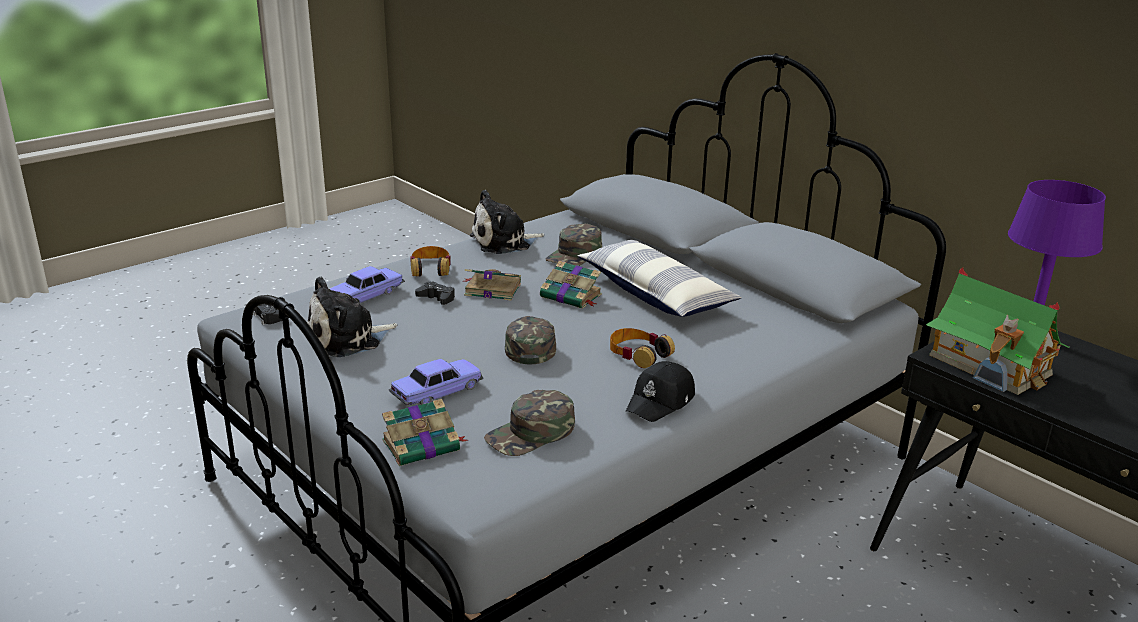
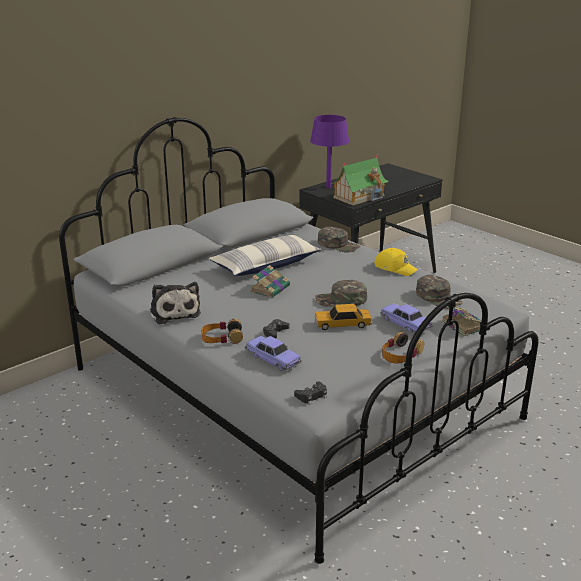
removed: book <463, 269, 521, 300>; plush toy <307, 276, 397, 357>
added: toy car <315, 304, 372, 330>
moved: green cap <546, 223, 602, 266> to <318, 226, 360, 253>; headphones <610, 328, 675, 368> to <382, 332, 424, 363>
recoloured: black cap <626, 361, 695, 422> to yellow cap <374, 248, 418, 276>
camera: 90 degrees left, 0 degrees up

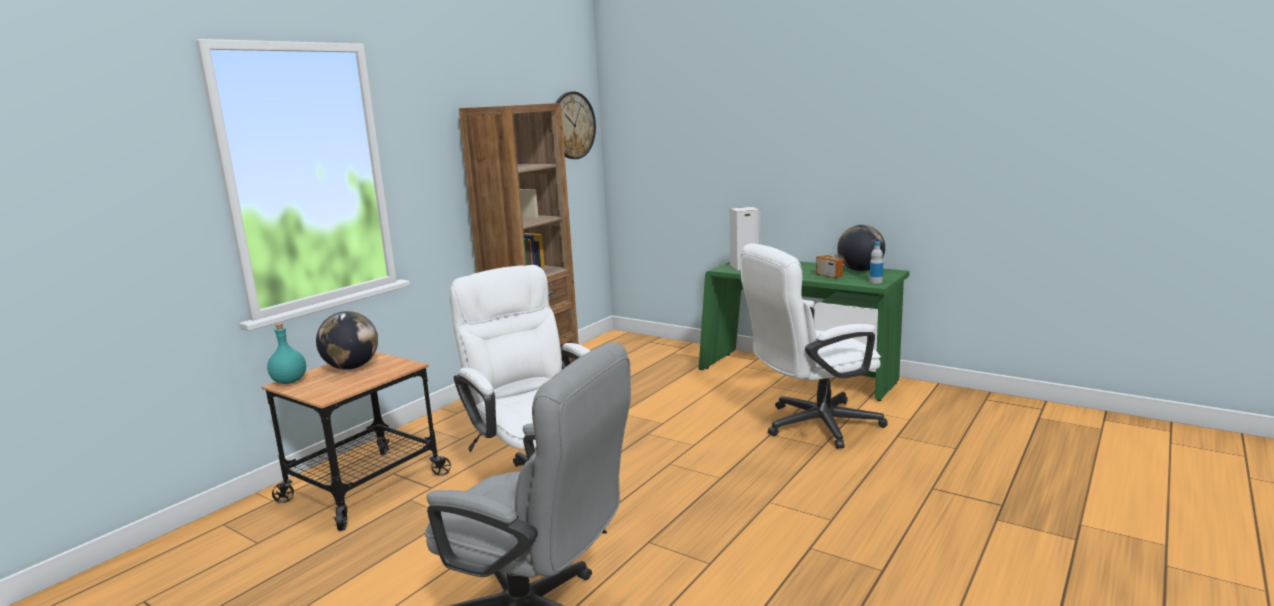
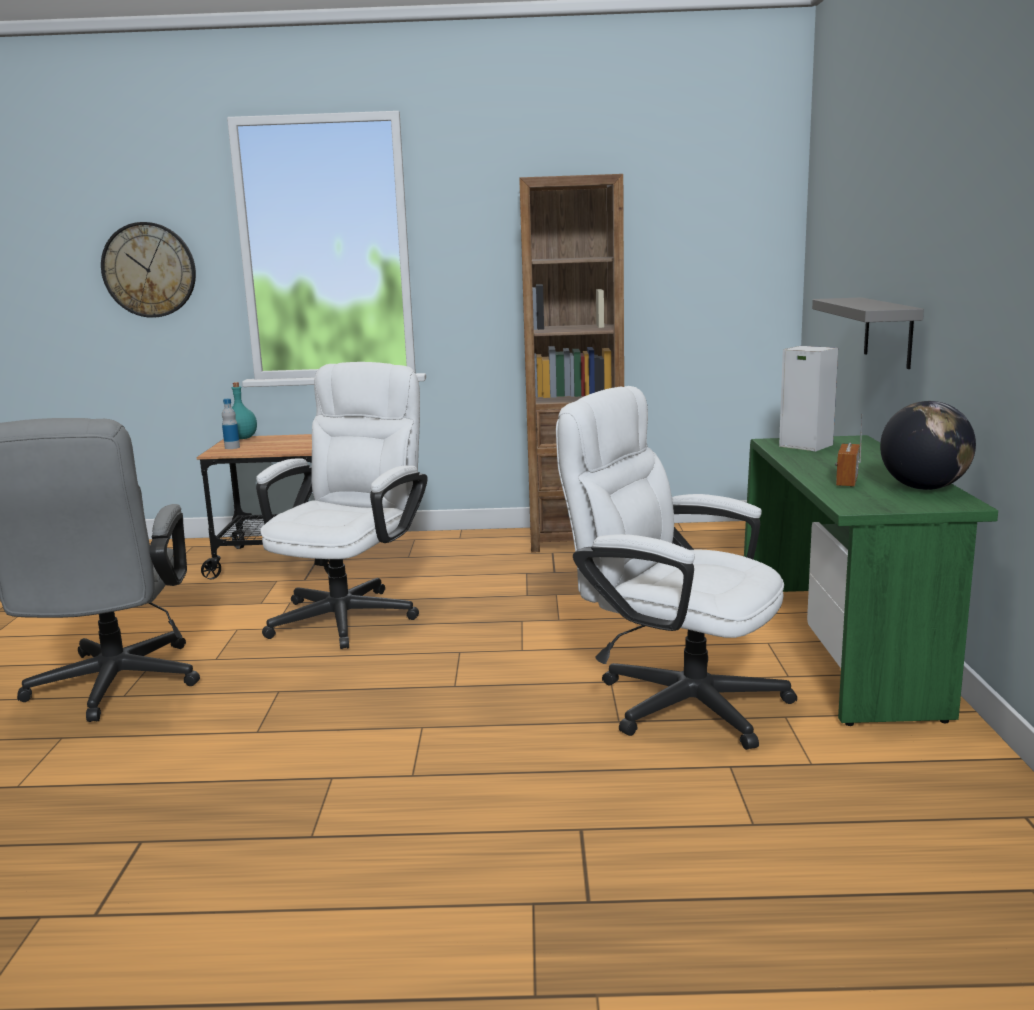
removed: globe <316, 311, 378, 370>
added: grey shelf <812, 297, 924, 369>
moved: wall clock <556, 92, 596, 159> to <101, 222, 196, 318>; bottle <870, 241, 883, 284> to <222, 399, 240, 449>
camera: 55 degrees right, 0 degrees up

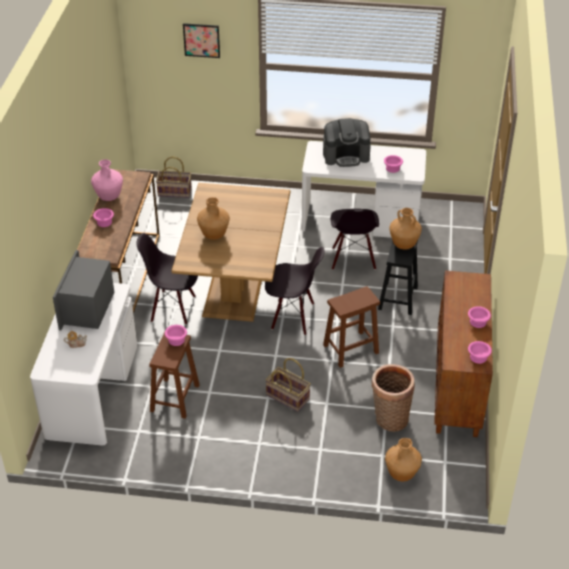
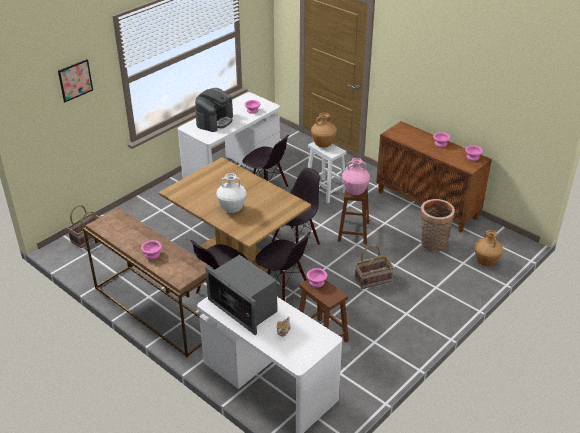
added: black chair <255, 231, 311, 301>
moved: pink vase <91, 159, 123, 201> to <342, 158, 370, 195>
recoloured: brown vase <197, 197, 230, 240> to white vase <216, 173, 246, 213>; black stool <378, 240, 418, 315> to white stool <307, 142, 346, 203>
camera: 55 degrees left, 5 degrees down

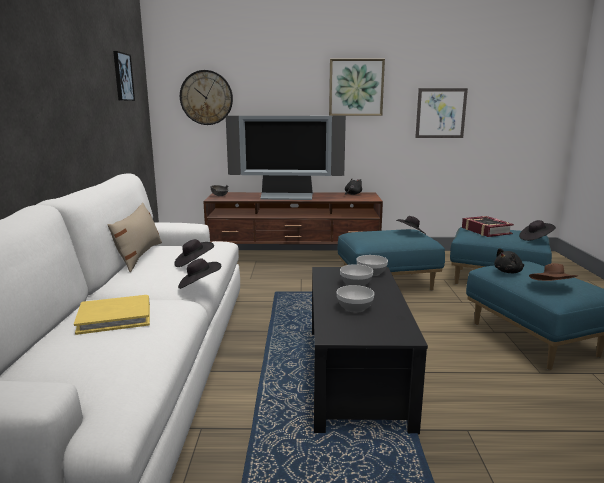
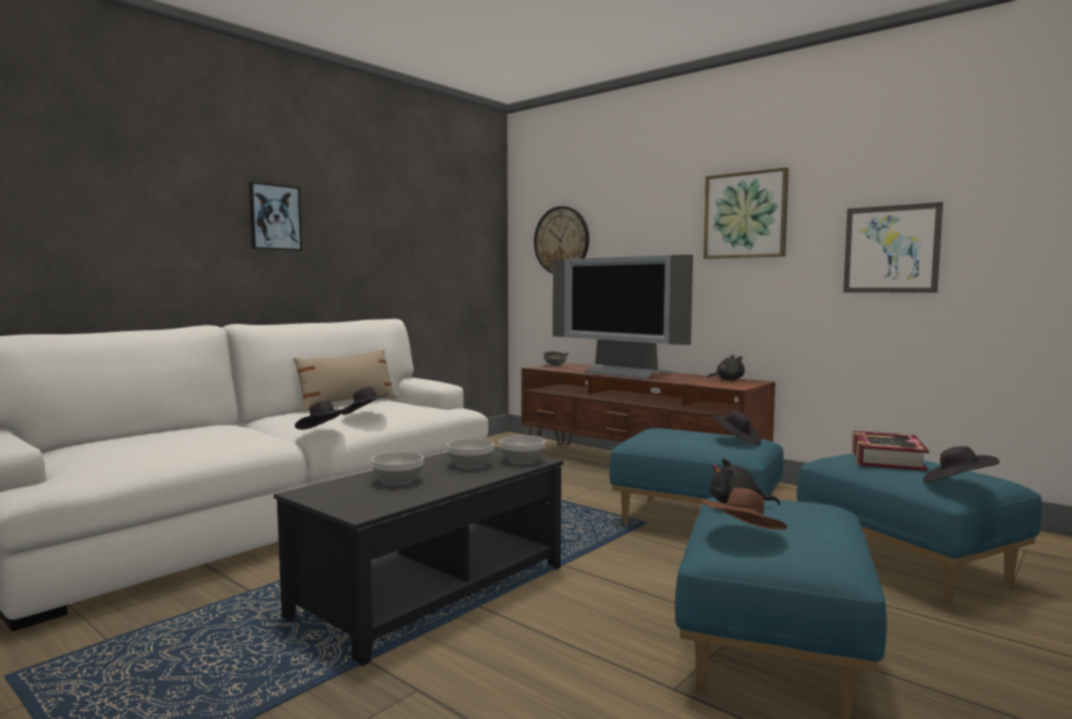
removed: yellow book <74, 295, 150, 335>
moved: picture <113, 51, 135, 101> to <249, 181, 302, 251>
camera: 40 degrees right, 10 degrees down

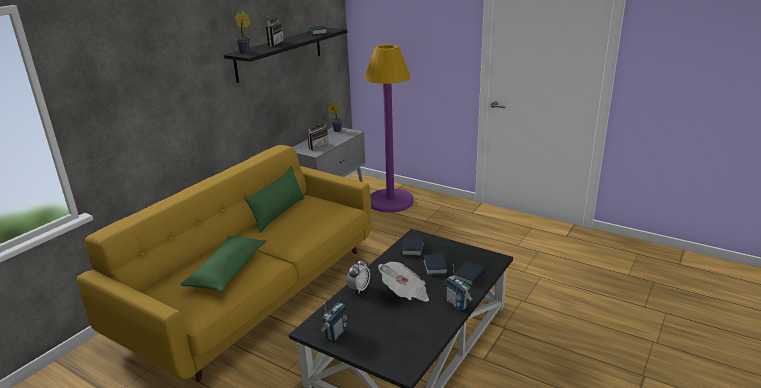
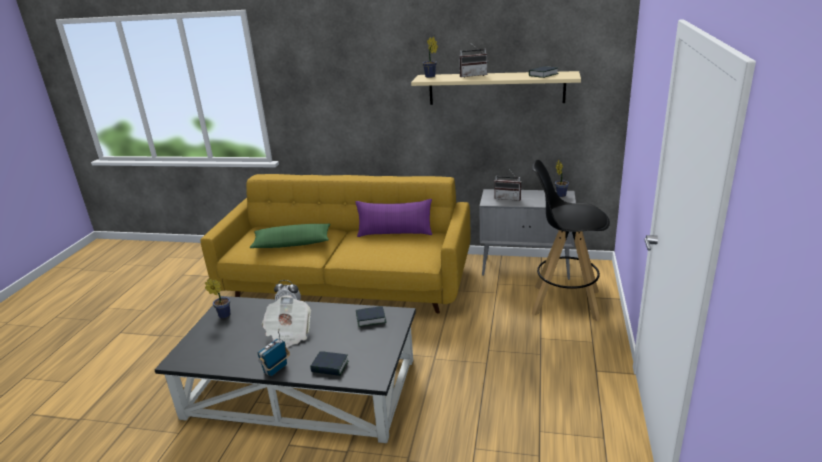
removed: book <423, 254, 448, 276>
replaced: purple floor lamp <364, 44, 413, 213> to black stool <532, 160, 610, 321>; radio <321, 302, 347, 341> to potted plant <205, 279, 230, 319>
recoloured: black shelf <224, 28, 347, 83> to beige shelf <411, 71, 581, 105>; green pillow <244, 166, 305, 233> to purple pillow <356, 199, 432, 237>
camera: 70 degrees right, 0 degrees up

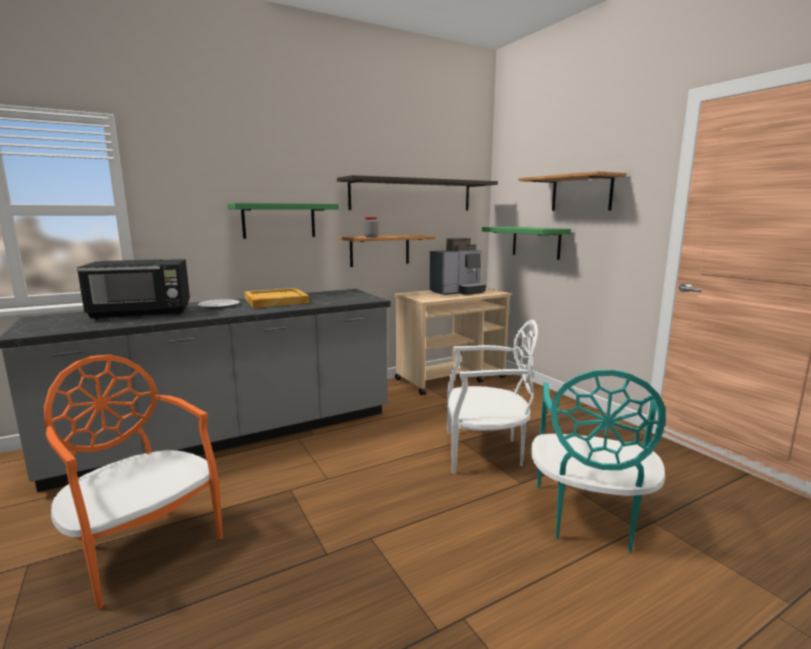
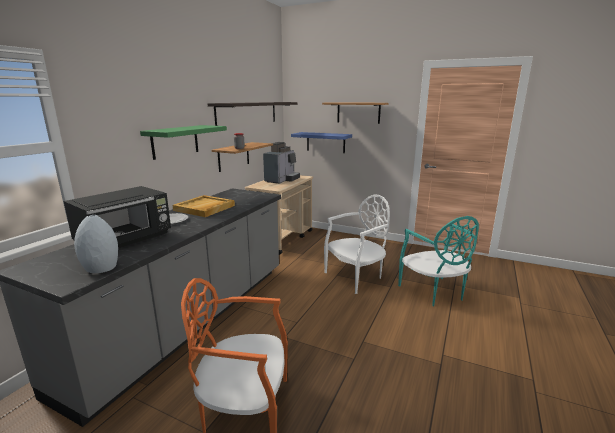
added: grey vase <74, 215, 118, 273>
recoloured: green shelf <482, 227, 571, 260> to blue shelf <291, 132, 352, 153>
camera: 35 degrees left, 5 degrees up

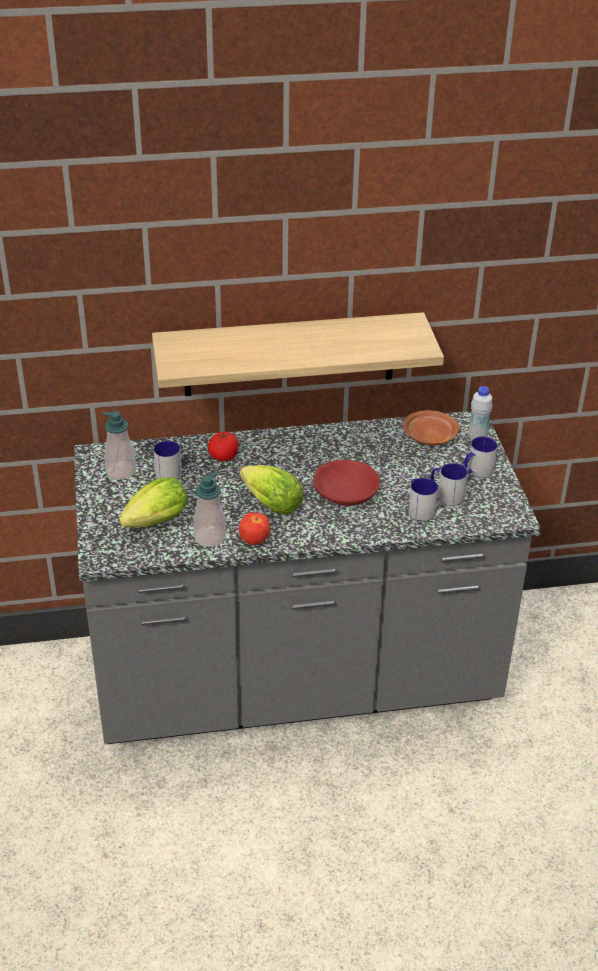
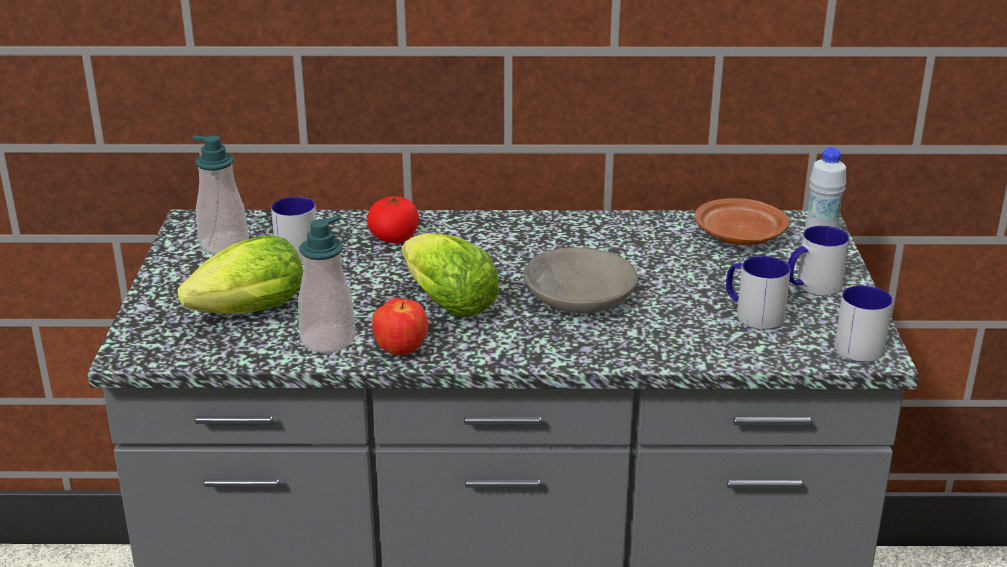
removed: shelf <152, 312, 444, 396>
moved: mug <409, 478, 438, 521> to <835, 285, 893, 362>
recoloured: red bowl <313, 460, 380, 506> to grey bowl <523, 247, 638, 314>
camera: 10 degrees right, 10 degrees down

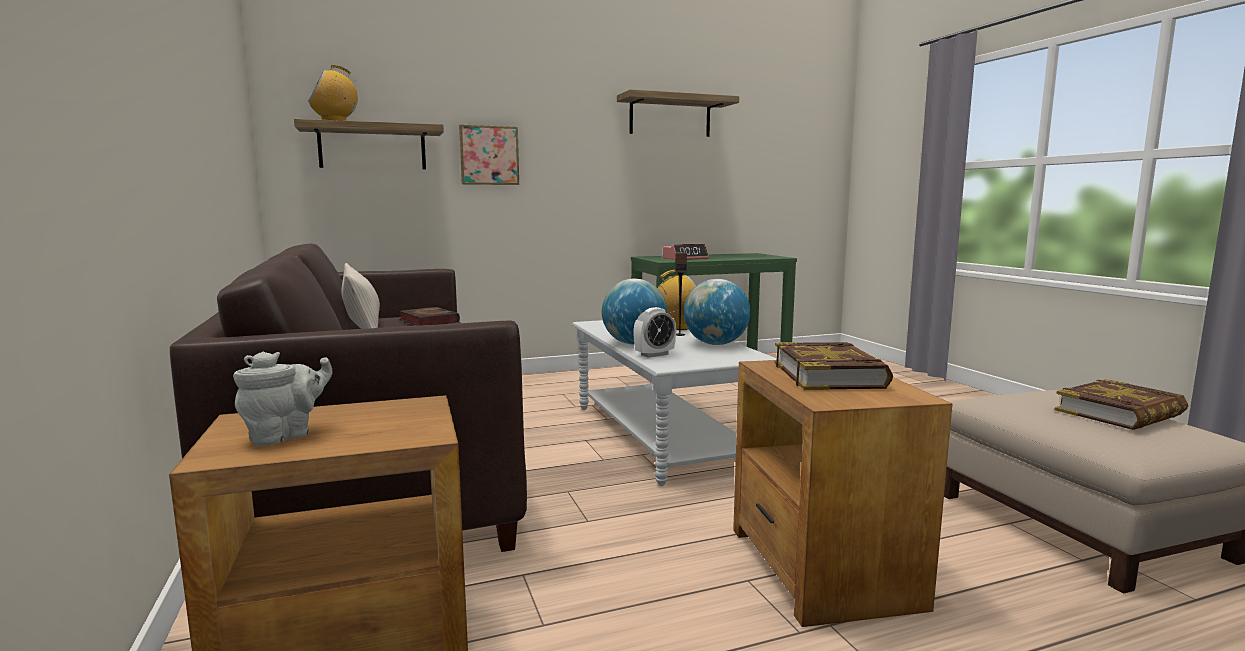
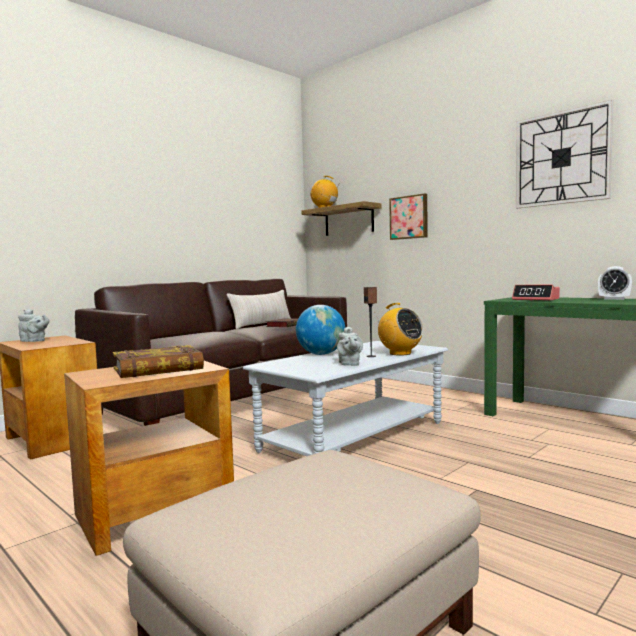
removed: book <1055, 379, 1188, 430>
moved: alarm clock <634, 307, 676, 358> to <598, 266, 632, 300>
replaced: shelf <617, 89, 739, 137> to wall clock <516, 100, 613, 208>; globe <684, 279, 750, 345> to grey teapot <337, 327, 363, 366>
camera: 65 degrees right, 5 degrees down

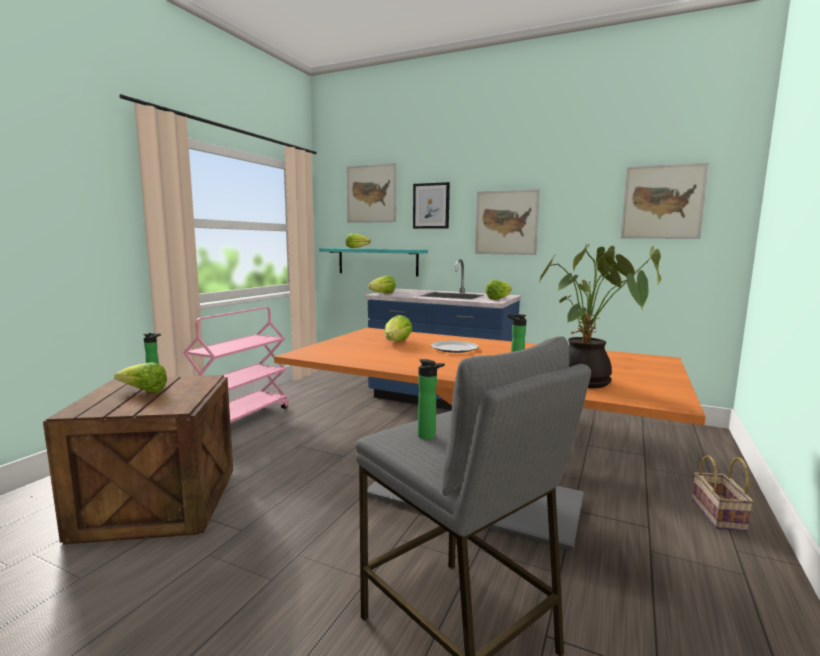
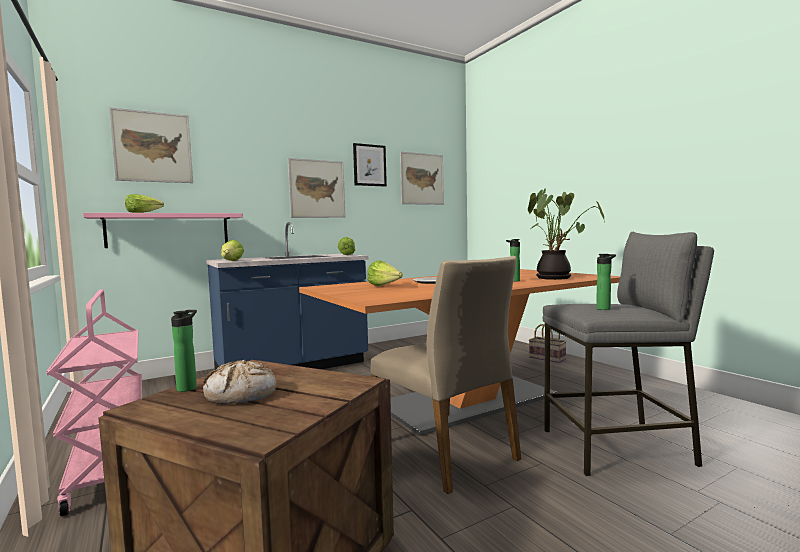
added: beige chair <371, 256, 521, 494>
moved: picture <413, 182, 450, 229> to <353, 143, 387, 187>
replaced: lettuce <114, 362, 167, 393> to bread <203, 360, 277, 404>
recoloured: turquoise shelf <319, 248, 428, 276> to pink shelf <83, 213, 243, 248>
camera: 55 degrees left, 5 degrees down

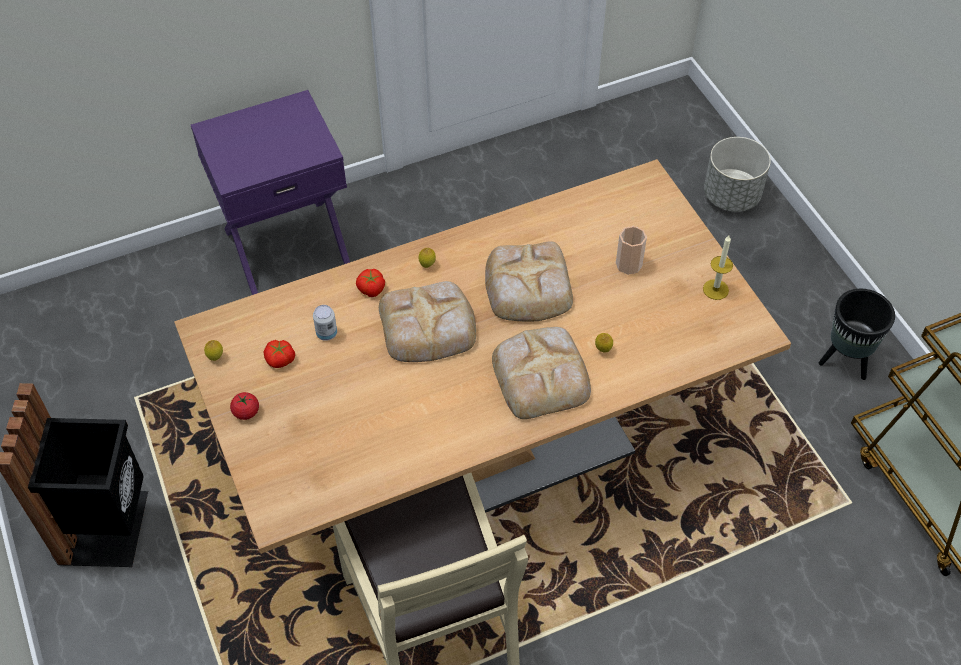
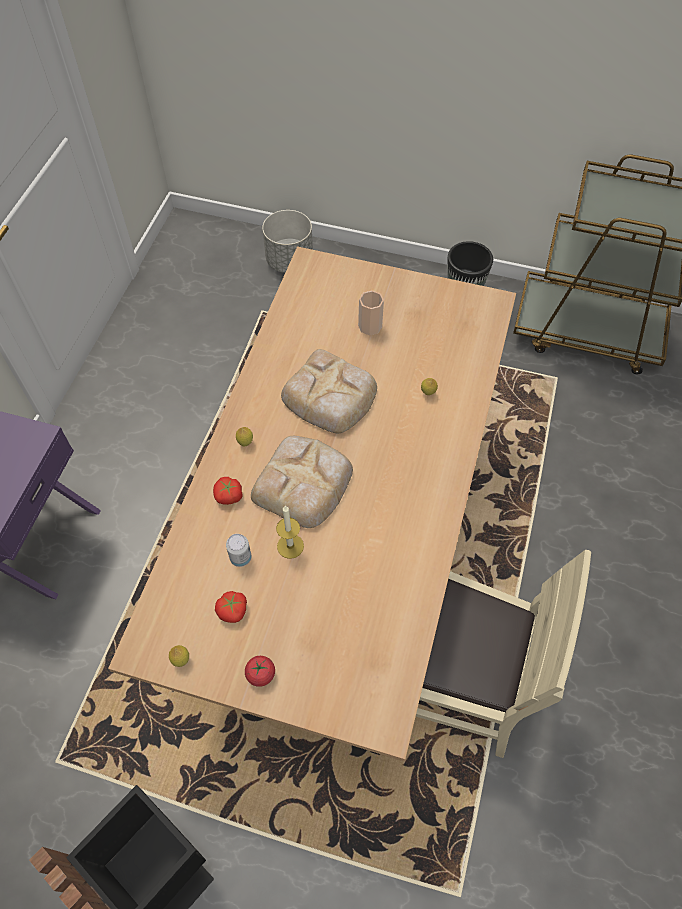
removed: bread <492, 327, 591, 419>
moved: candle <703, 236, 733, 300> to <276, 506, 304, 559>
camera: 50 degrees left, 5 degrees up

